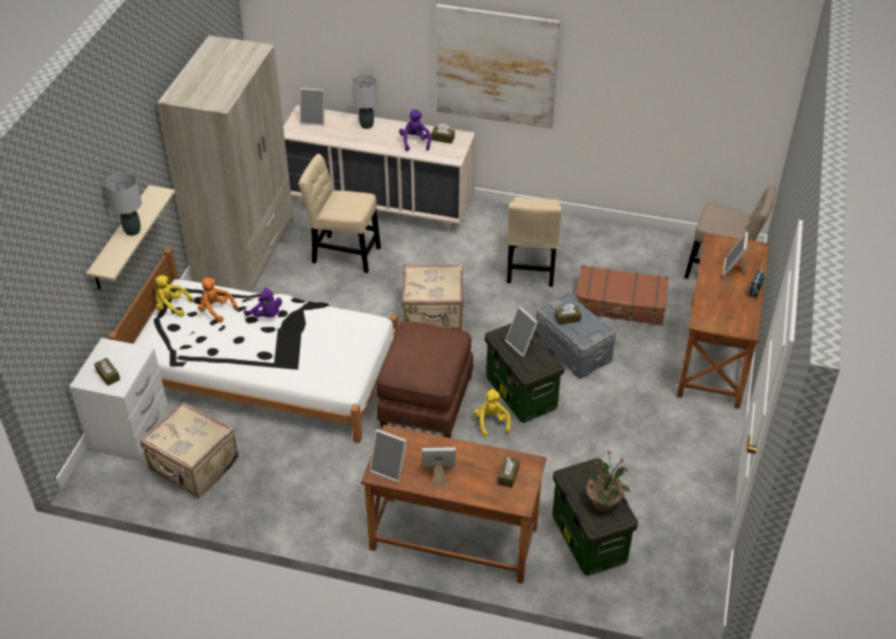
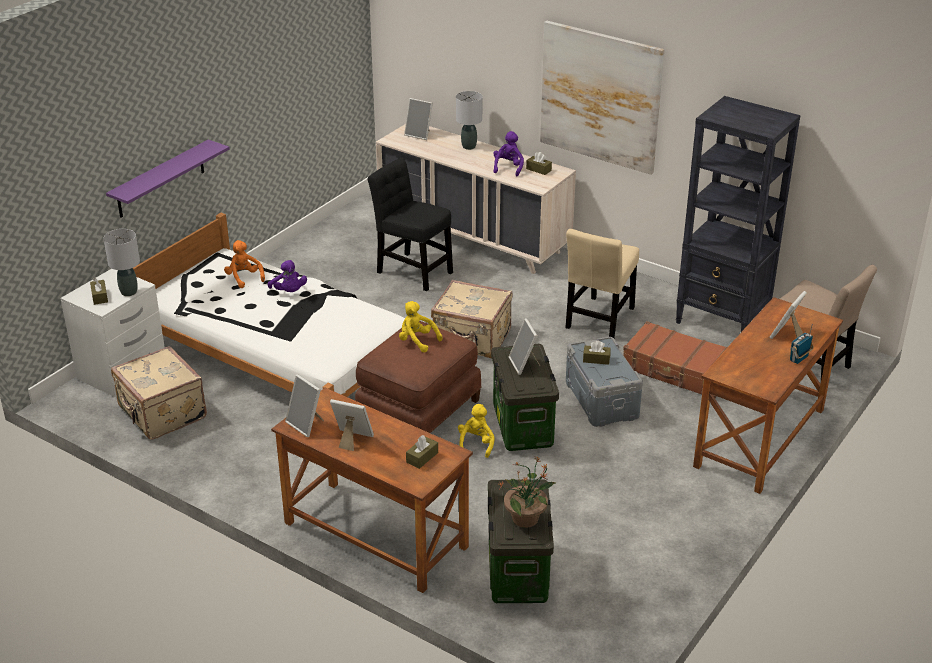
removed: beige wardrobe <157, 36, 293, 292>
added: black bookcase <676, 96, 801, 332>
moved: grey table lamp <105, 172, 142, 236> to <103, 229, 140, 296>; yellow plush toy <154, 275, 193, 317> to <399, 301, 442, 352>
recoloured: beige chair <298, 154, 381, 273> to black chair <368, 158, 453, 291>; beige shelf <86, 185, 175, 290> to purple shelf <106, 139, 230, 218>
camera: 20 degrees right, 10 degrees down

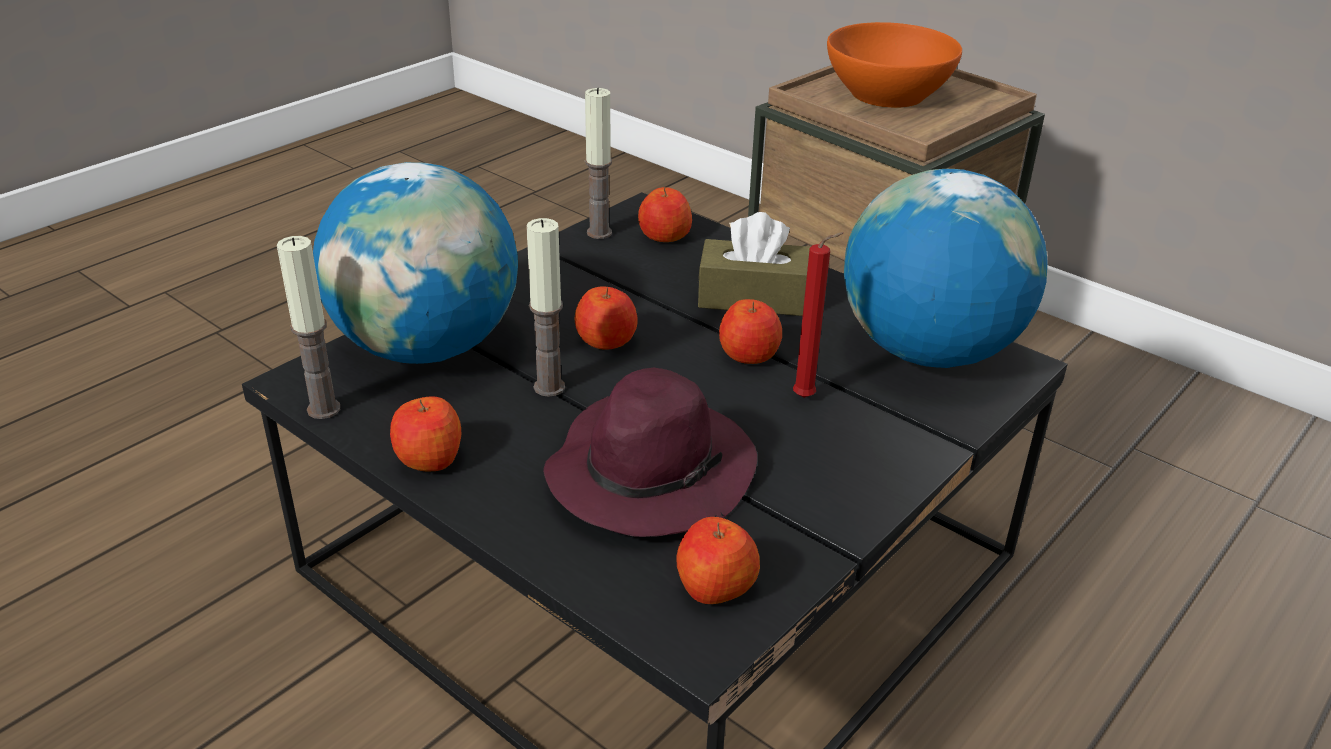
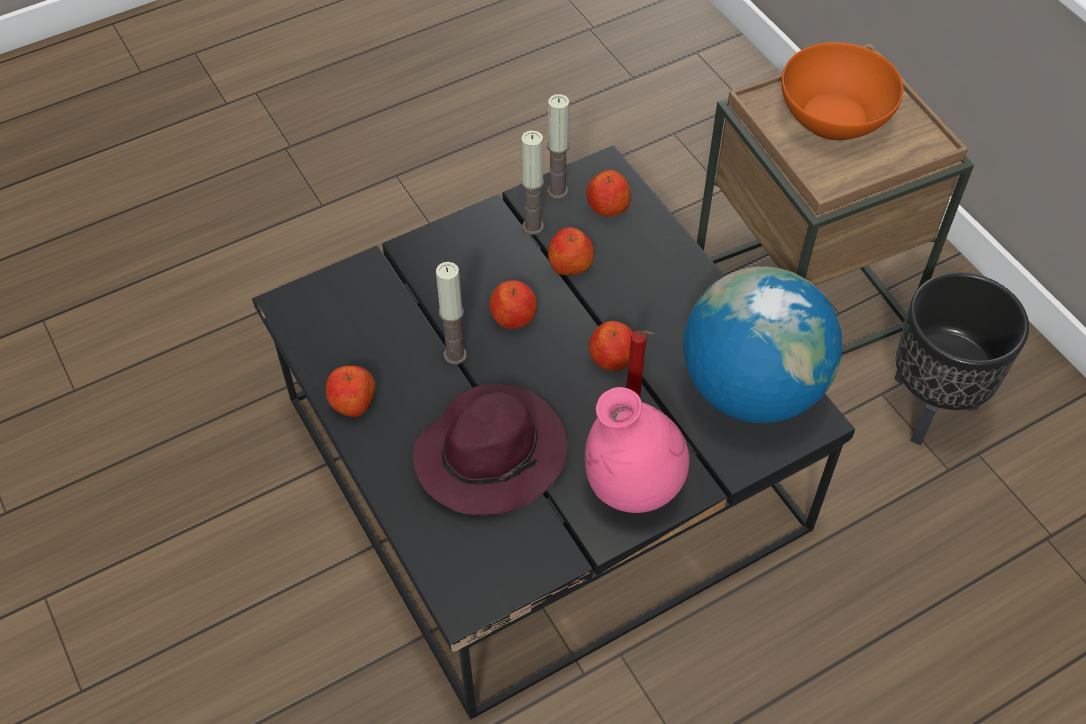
removed: globe <313, 162, 518, 364>; brown tissue box <698, 212, 810, 316>
added: black planter <895, 272, 1029, 445>; pink vase <585, 387, 689, 513>
moved: candle <277, 236, 340, 419> to <521, 130, 544, 235>; apple <676, 517, 760, 604> to <548, 227, 594, 275>
camera: 20 degrees right, 20 degrees up

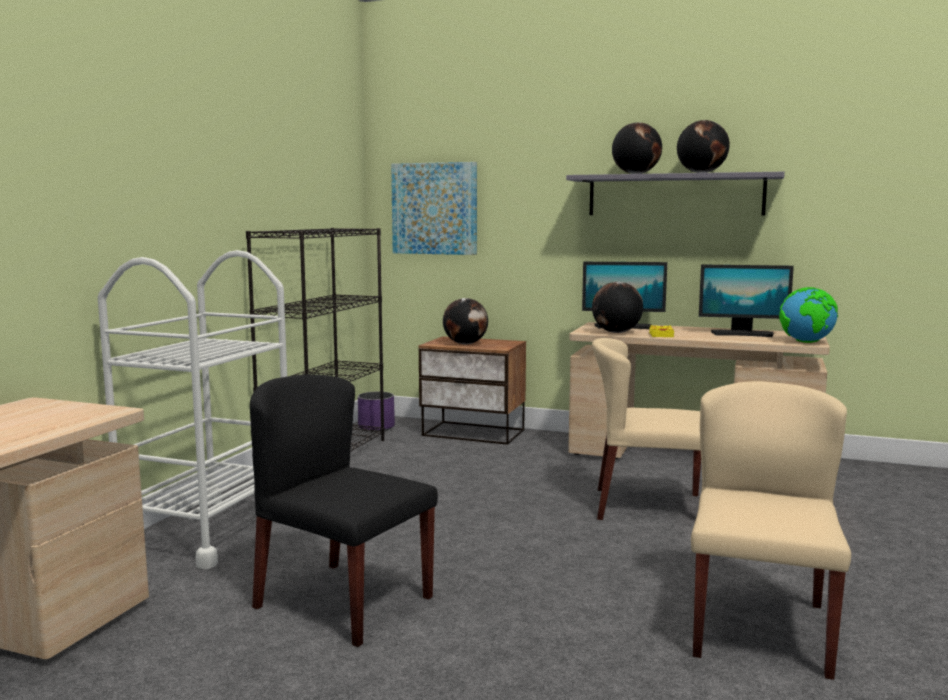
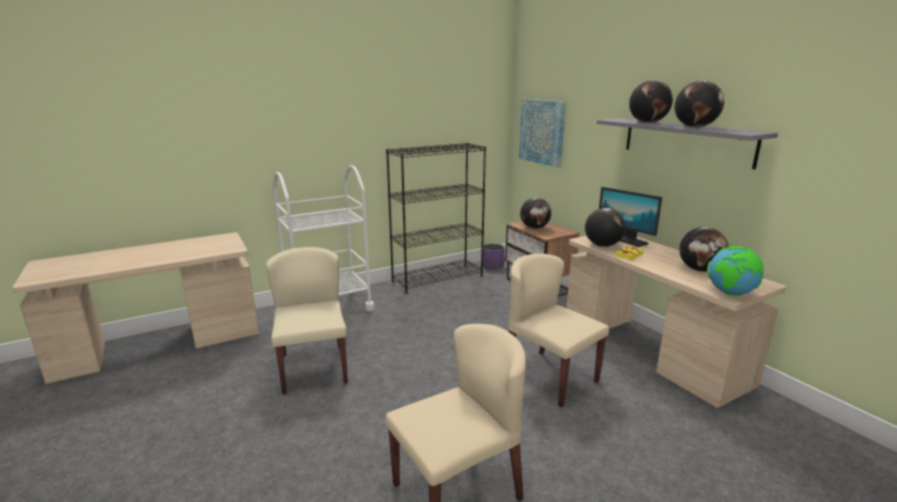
replaced: monitor <699, 264, 794, 337> to globe <679, 227, 729, 272>
recoloured: black chair <250, 374, 438, 647> to beige chair <266, 247, 348, 394>
camera: 40 degrees right, 10 degrees up

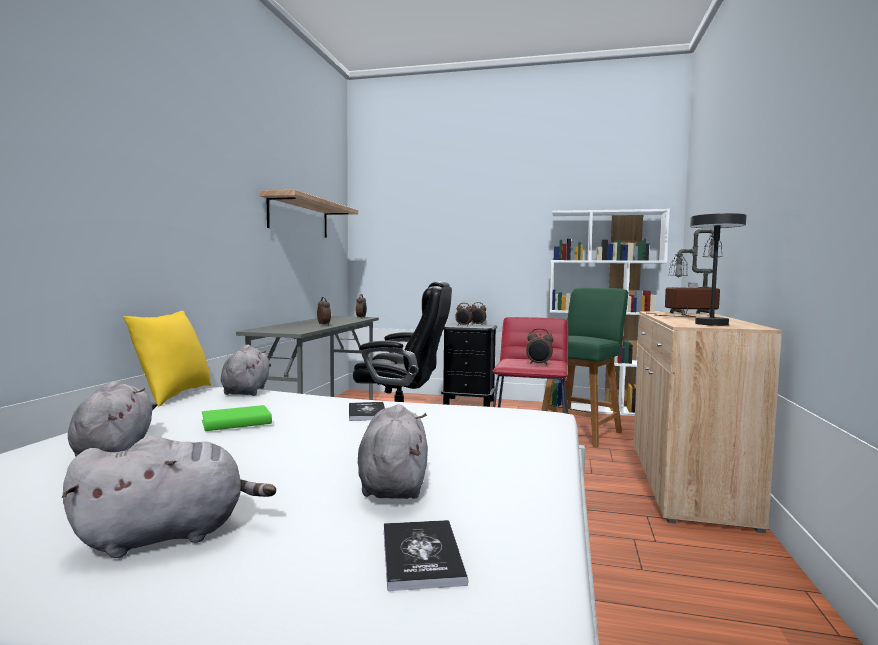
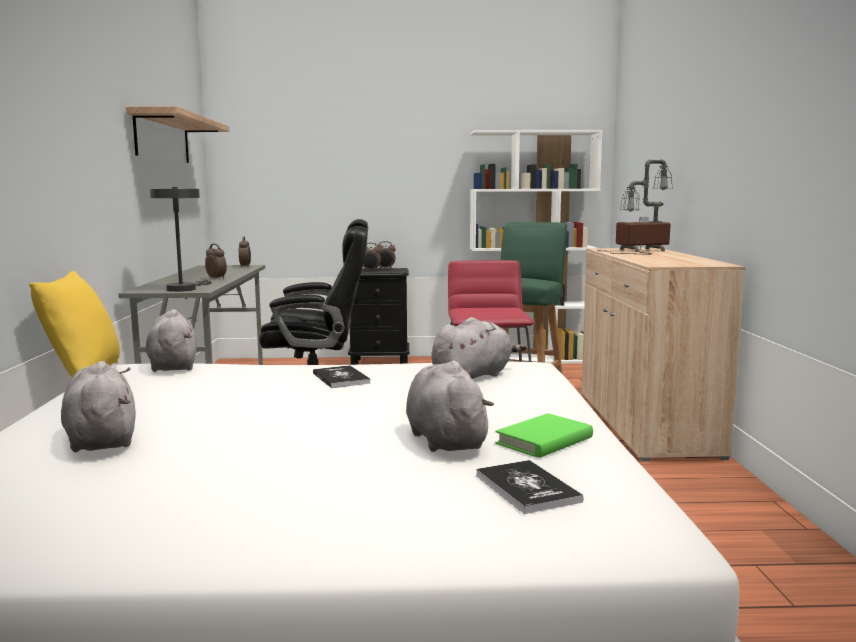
removed: alarm clock <526, 328, 553, 366>
moved: grey table lamp <690, 213, 747, 326> to <150, 187, 212, 292>; green book <202, 405, 272, 431> to <495, 413, 593, 458>; grey plush toy <62, 436, 276, 558> to <431, 317, 527, 379>
camera: 15 degrees left, 5 degrees up

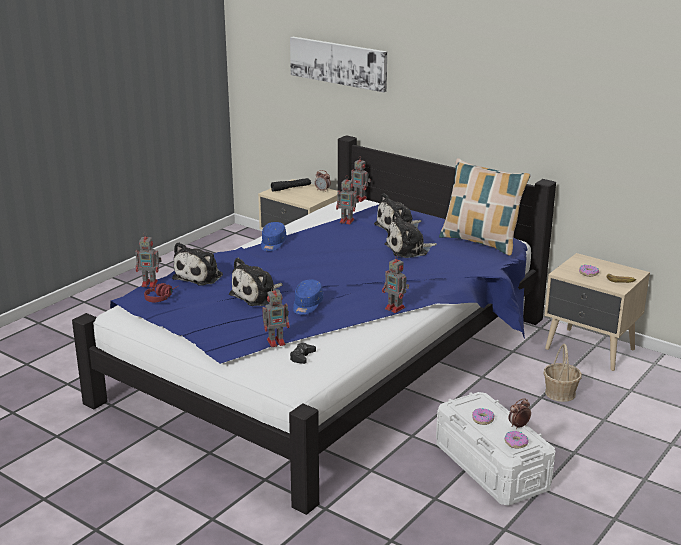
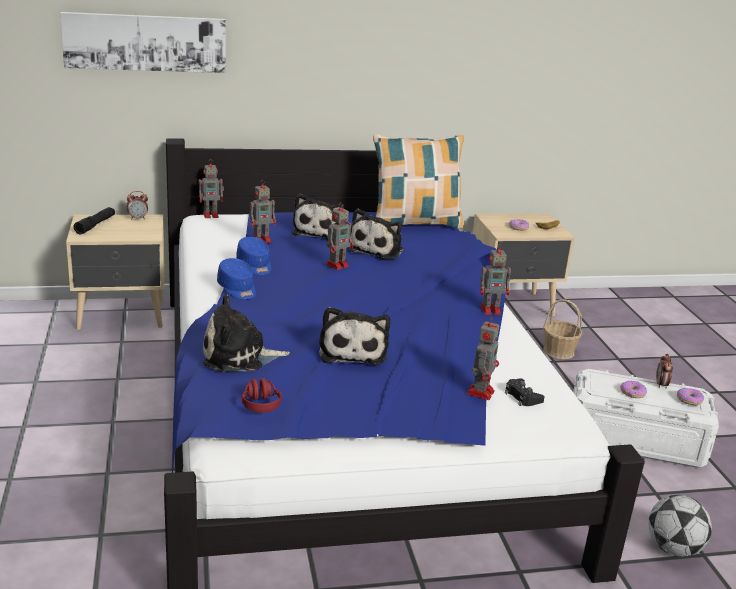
added: football <648, 495, 712, 557>
moved: toy robot <135, 232, 162, 287> to <326, 202, 354, 270>; blue cap <293, 279, 323, 315> to <236, 237, 271, 275>
turned: plush toy <172, 242, 223, 286> = <203, 295, 290, 372> 105 degrees clockwise
camera: 50 degrees left, 0 degrees up

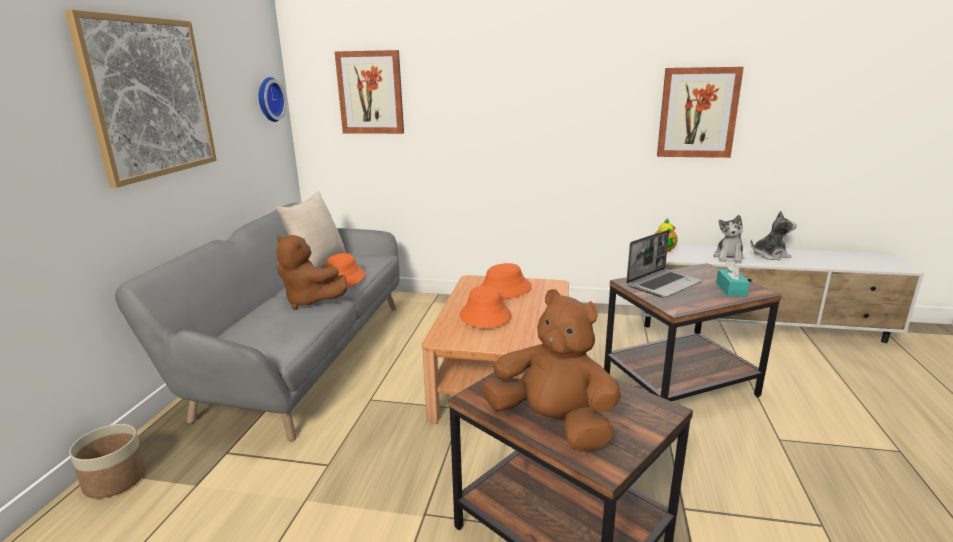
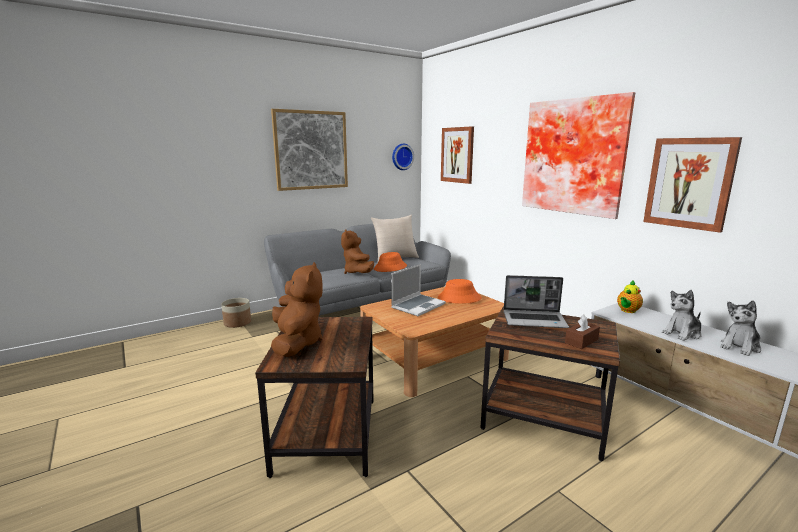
added: picture <522, 92, 635, 219>
replaced: orange hat <460, 286, 512, 328> to laptop <391, 264, 446, 316>
recoloured: turquoise tissue box <716, 261, 750, 297> to brown tissue box <565, 314, 600, 349>
turned: plush toy <751, 211, 797, 260> = <720, 300, 761, 356> 105 degrees clockwise
camera: 45 degrees right, 5 degrees down

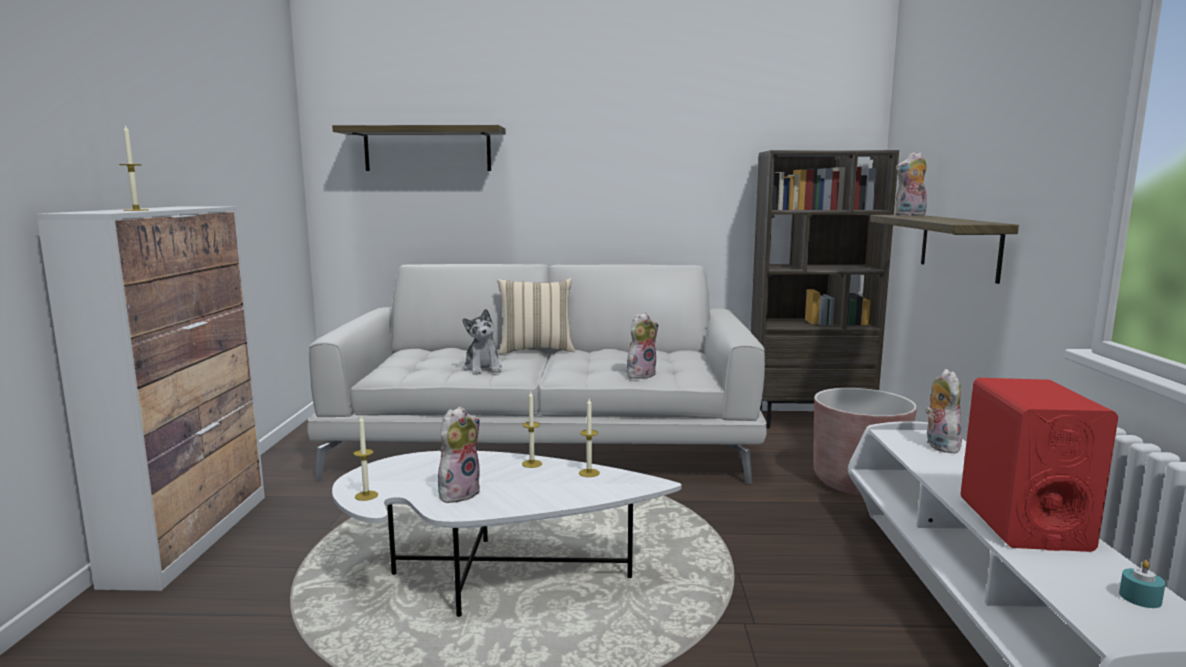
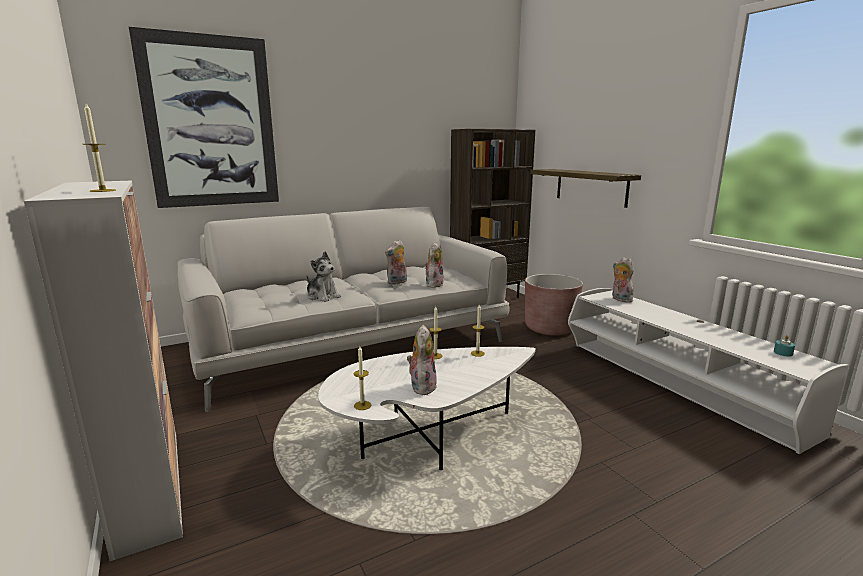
removed: beige pillow <497, 278, 575, 354>; red speaker <960, 378, 1118, 552>
moved: plush toy <895, 152, 927, 216> to <385, 240, 407, 284>
replaced: shelf <332, 125, 506, 171> to picture <129, 27, 279, 208>
camera: 30 degrees left, 5 degrees up

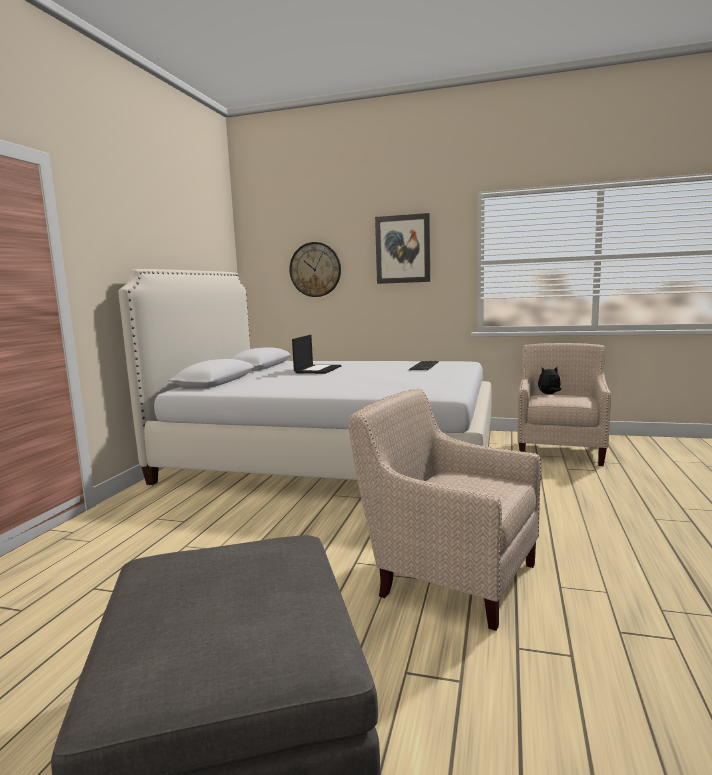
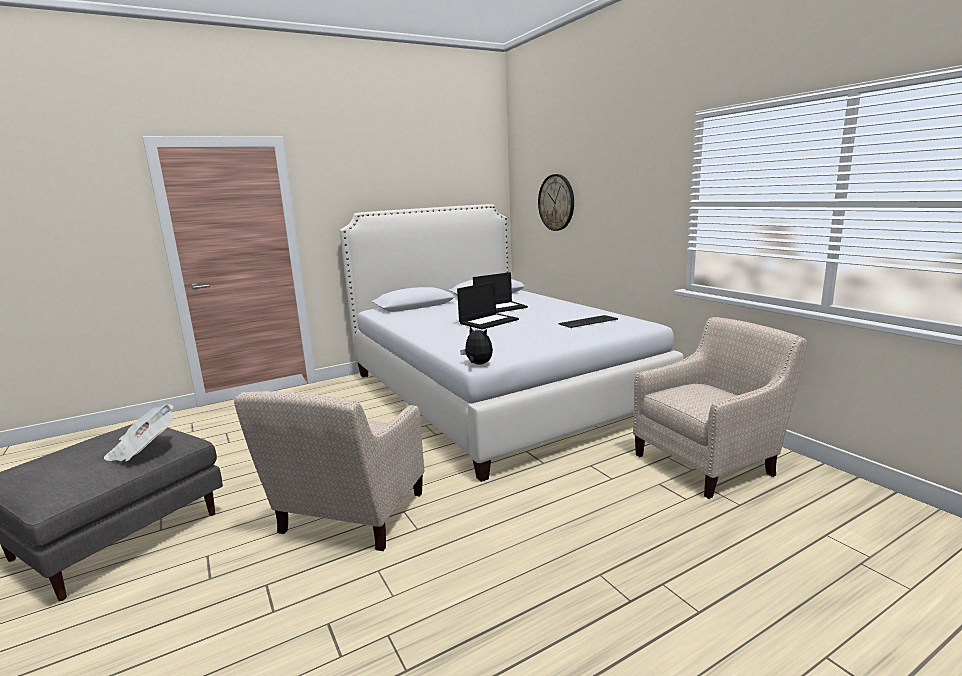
removed: picture <375, 213, 430, 284>
added: laptop <457, 281, 519, 329>; newspaper <104, 404, 174, 462>
moved: plush toy <538, 367, 561, 394> to <460, 326, 493, 365>
turned: beige armchair <348, 389, 541, 631> = <234, 391, 424, 551> 150 degrees counterclockwise
camera: 45 degrees right, 5 degrees up

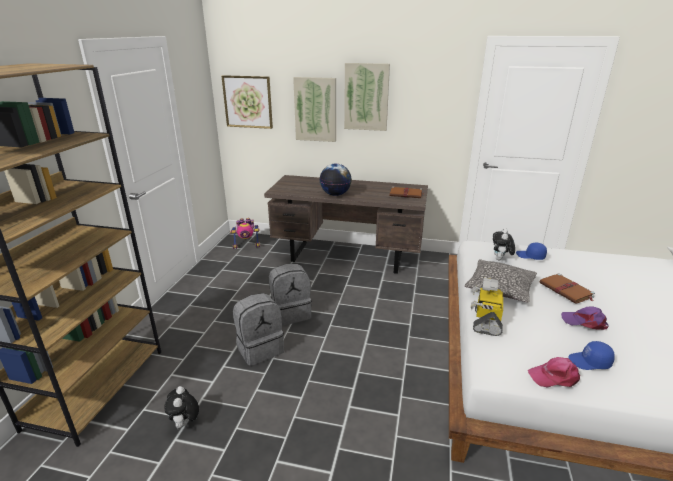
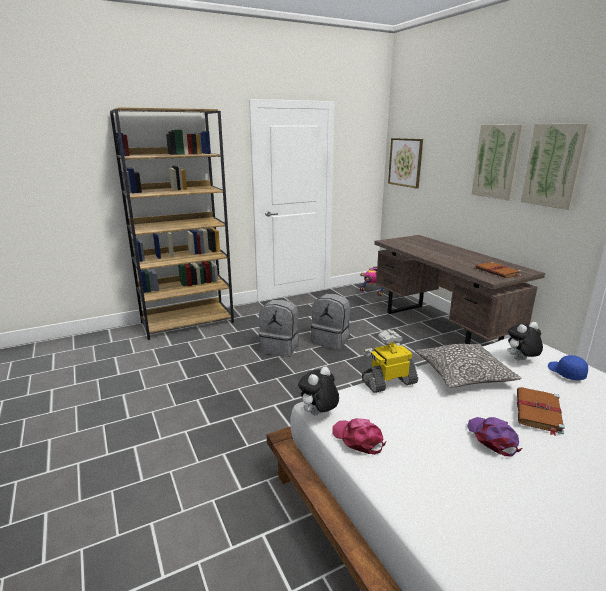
removed: globe <319, 164, 352, 196>; blue cap <568, 341, 615, 370>
moved: picture <293, 77, 336, 142> to <521, 124, 591, 210>; plush toy <164, 386, 199, 429> to <298, 366, 339, 415>
camera: 50 degrees right, 5 degrees down

